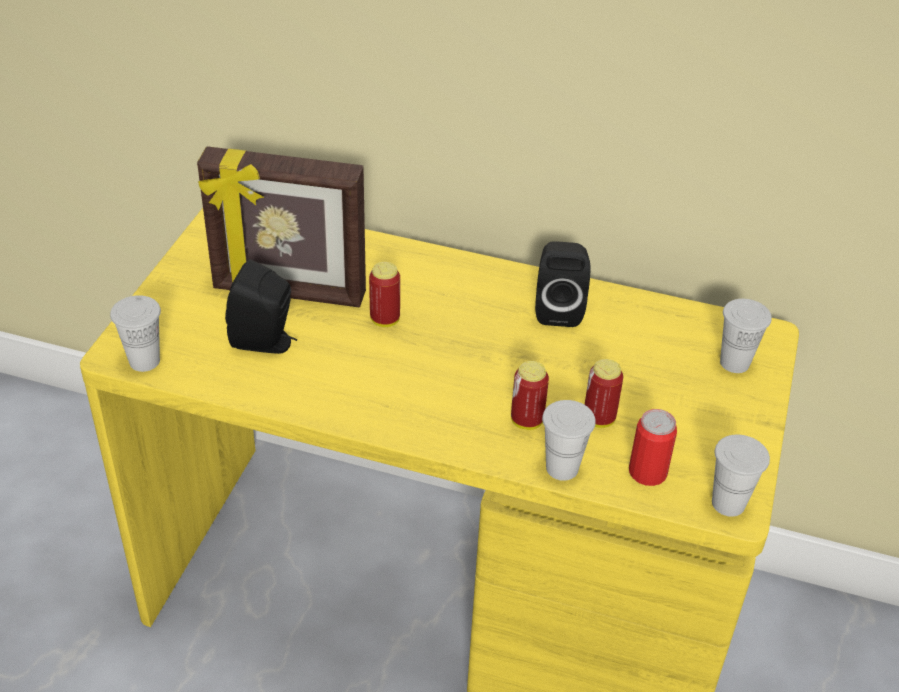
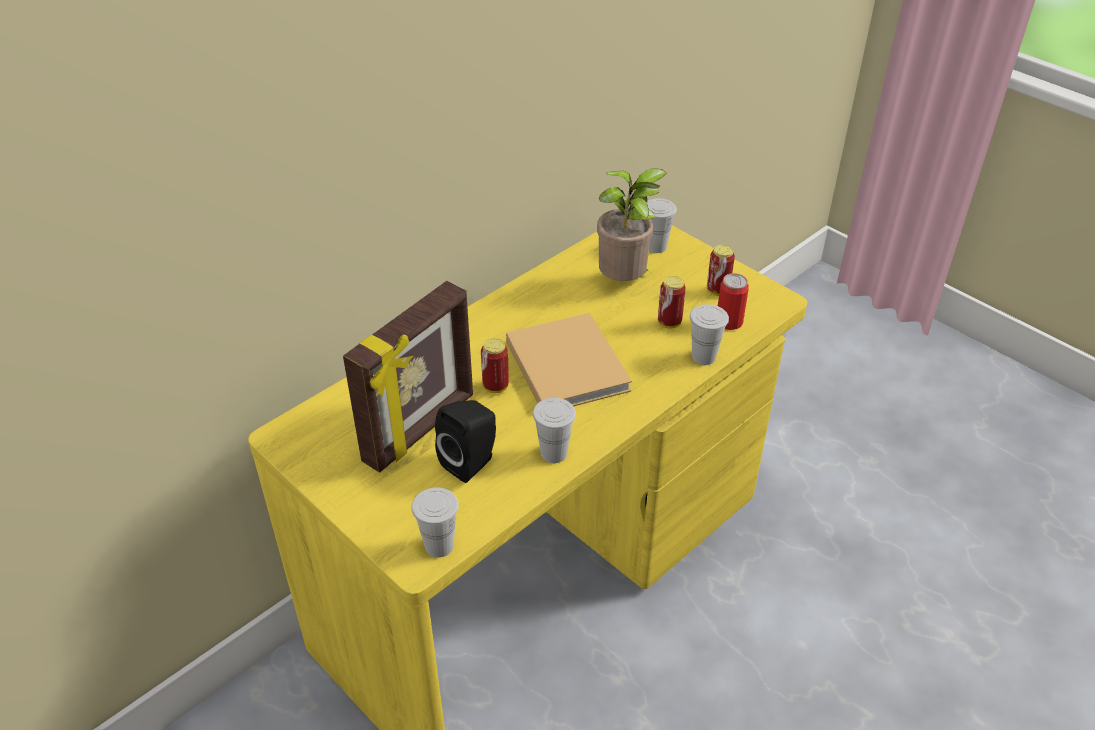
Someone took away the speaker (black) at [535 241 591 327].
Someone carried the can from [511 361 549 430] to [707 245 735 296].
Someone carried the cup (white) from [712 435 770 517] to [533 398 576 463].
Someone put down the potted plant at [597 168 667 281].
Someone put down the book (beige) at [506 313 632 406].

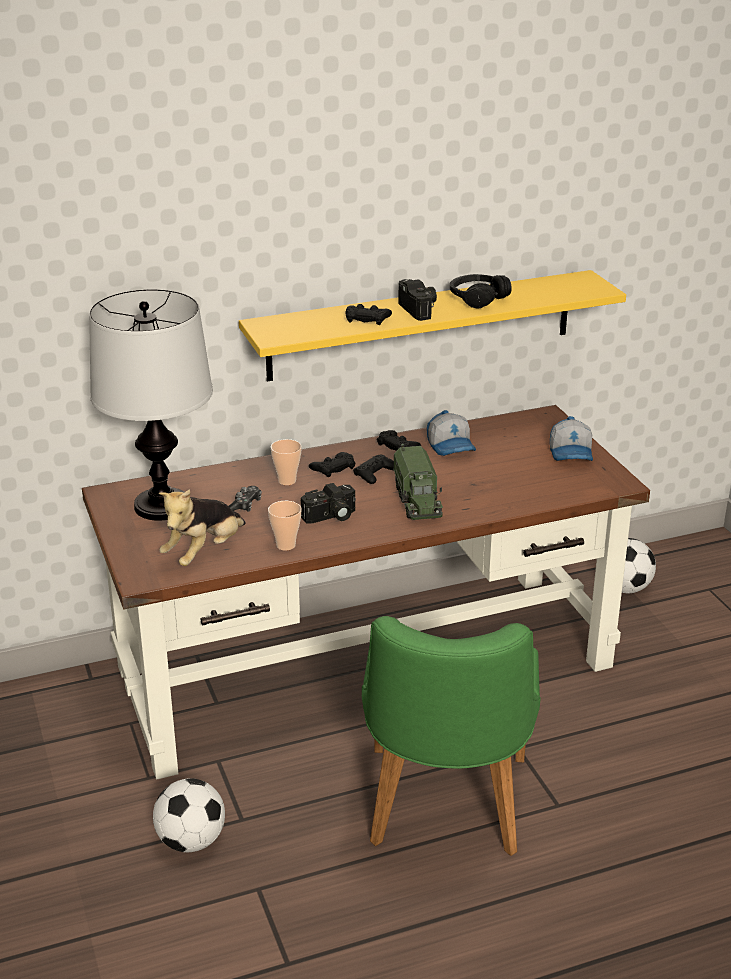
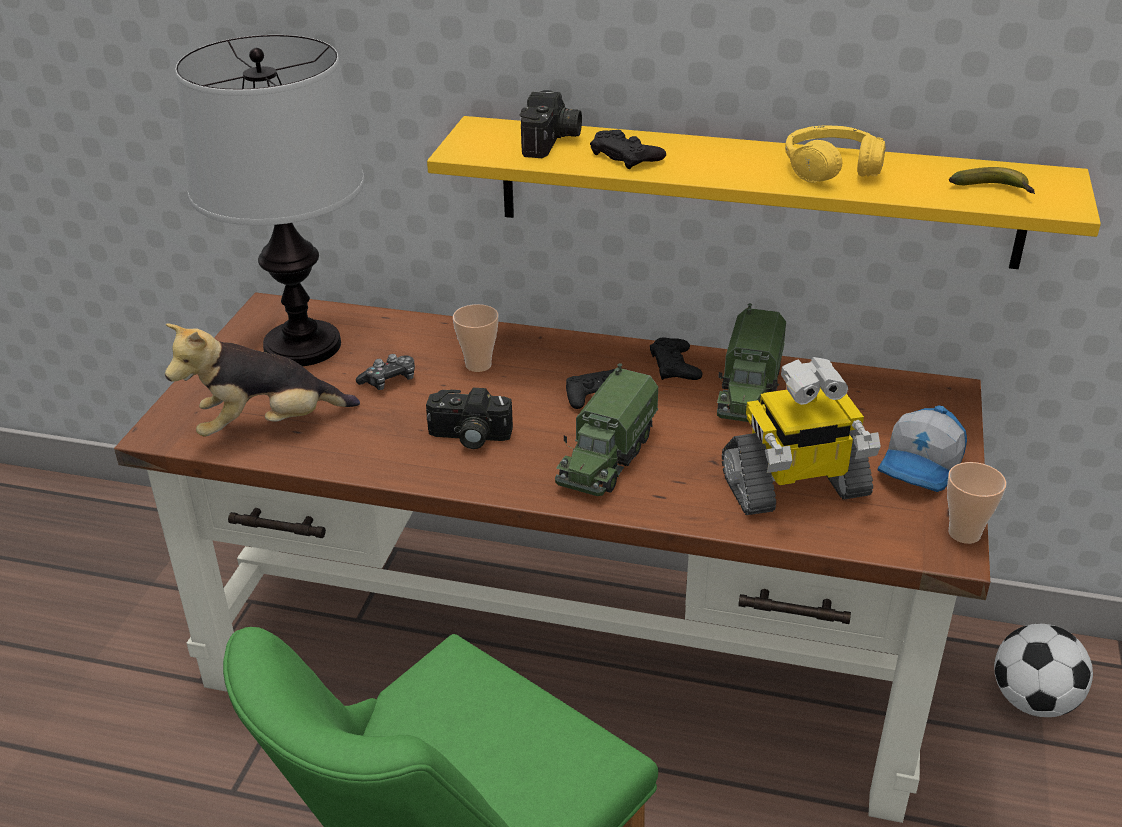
Someone repainted the headphones (black) at [450 274 512 308], which became the headphones (yellow) at [785 125 885 183].
Someone carried the photo camera from [398 279 437 321] to [520 90 582 158].
Someone swapped the cap at [427 410 476 456] for the toy truck at [717 303 786 422].
Someone took away the game controller (black) at [309 452 356 477].
Someone carried the cup from [268 501 302 551] to [947 462 1007 544].
Someone took away the football at [153 778 225 852].
Someone put down the banana at [949 167 1035 194].
Someone put down the toy robot at [722 357 881 515].

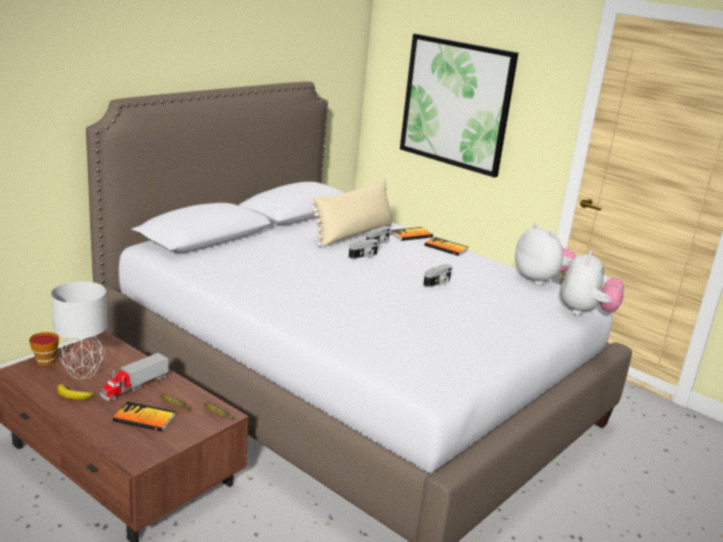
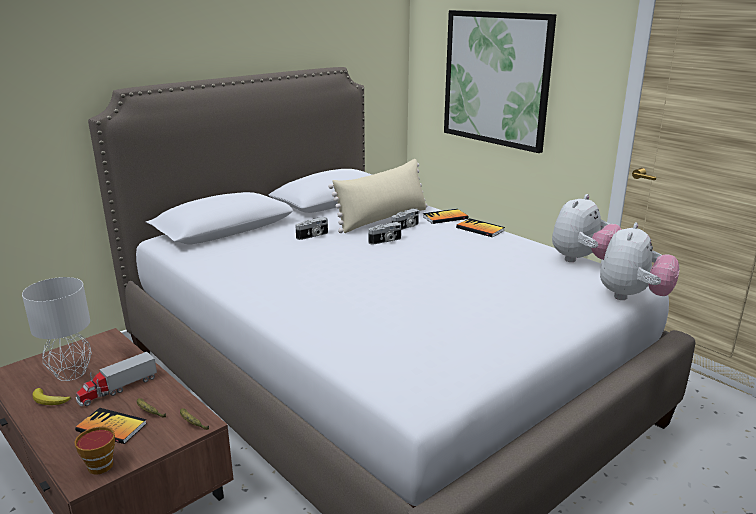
Someone rotated the plush toy at [515 223 575 285] by 60 degrees clockwise.
Someone carried the photo camera from [423 264 453 287] to [295 217 328 240].
Someone carried the cup from [29 332 59 366] to [75 426 115 474].

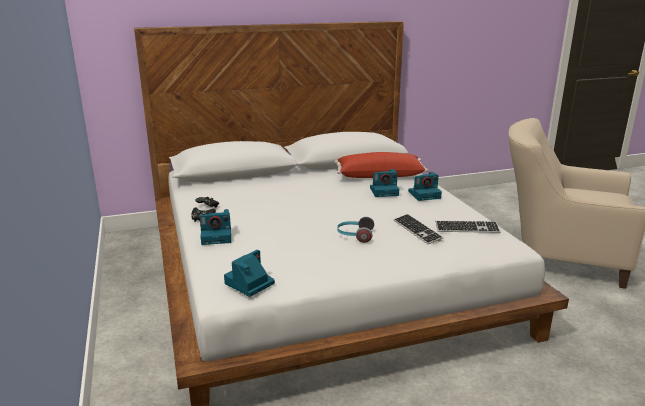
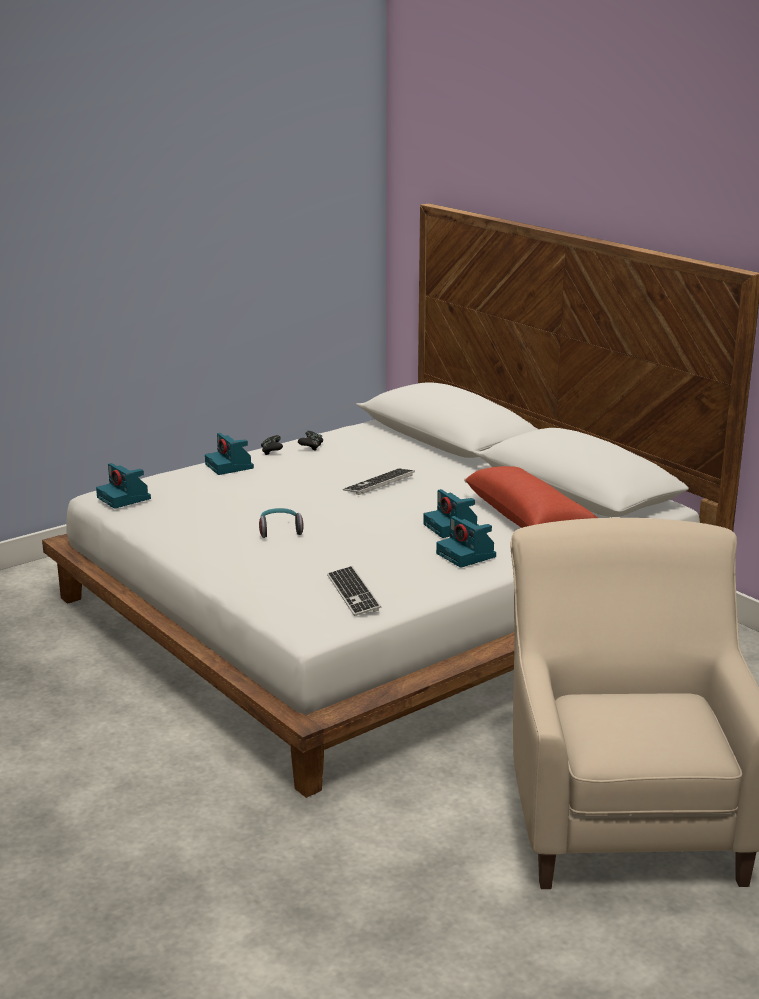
Someone carried the keyboard from [394 214 443 244] to [343 469 415 495].
Someone rotated the photo camera at [224 250 275 297] by 150 degrees counterclockwise.

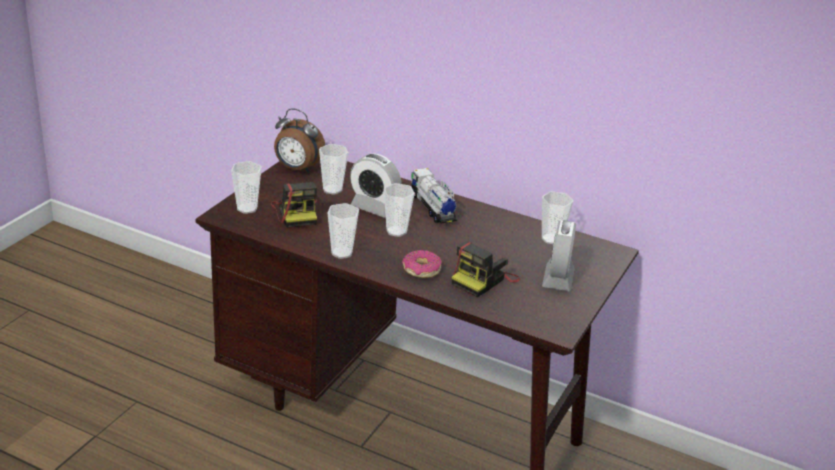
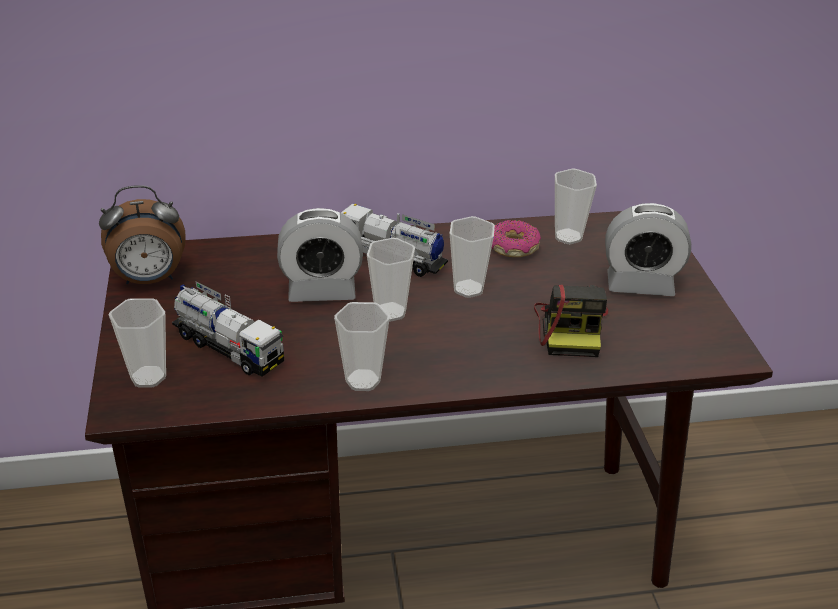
Someone carried the cup from [319 144 348 195] to [450 216 495 298].
Someone swapped the photo camera at [271 182 317 228] for the toy truck at [172 282 284 377].
Someone rotated the alarm clock at [542 220 576 291] by 60 degrees counterclockwise.
Someone carried the donut from [402 250 442 278] to [492 220 541 257].

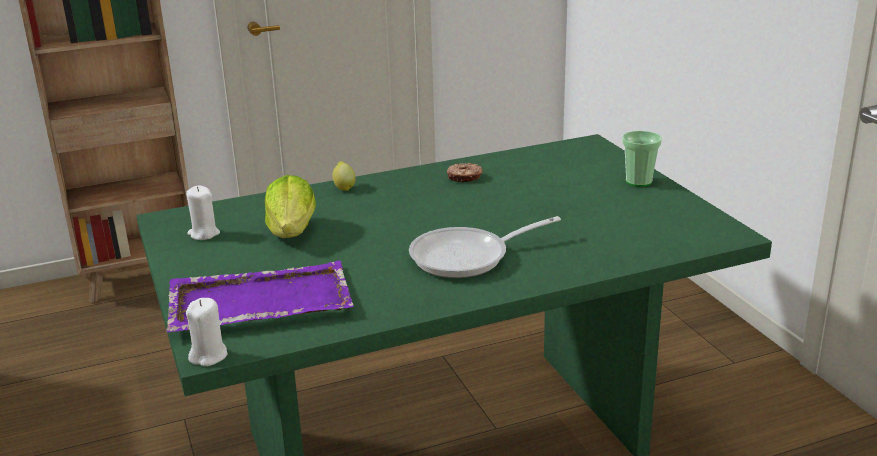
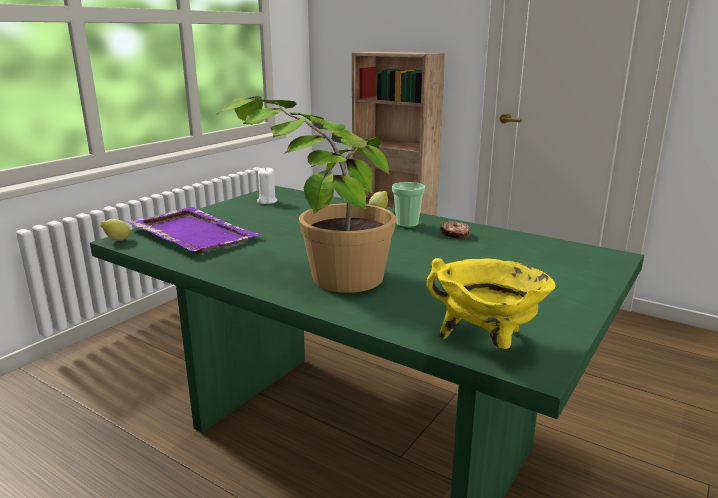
Someone carried the cup from [622 131 662 187] to [392 182 425 228].
Someone took away the lettuce at [265 175 316 238].
Someone swapped the frying pan at [409 216 561 278] for the potted plant at [217 96 396 293].
Someone swapped the candle (white) at [186 298 228 366] for the lemon at [100 219 130 241].
Someone put down the cooking pot (yellow) at [427 258 556 349].

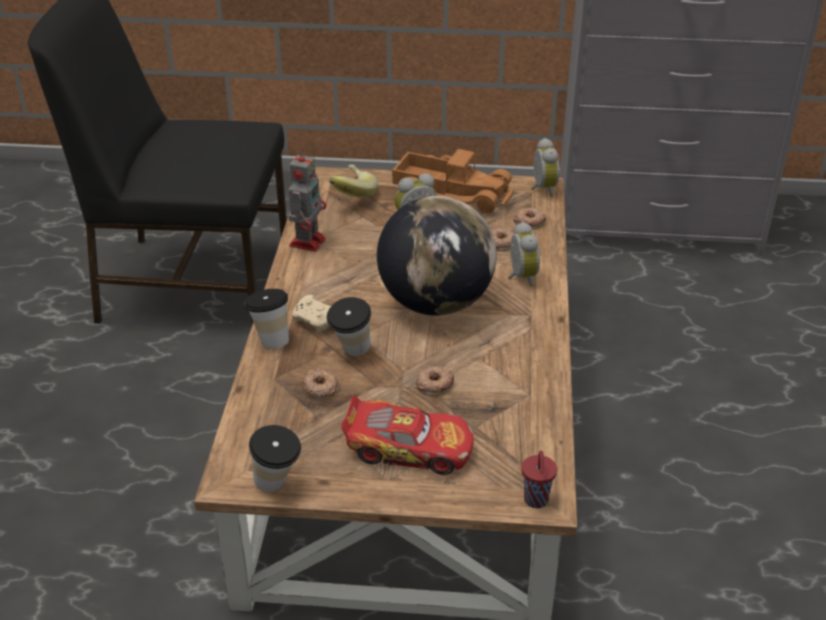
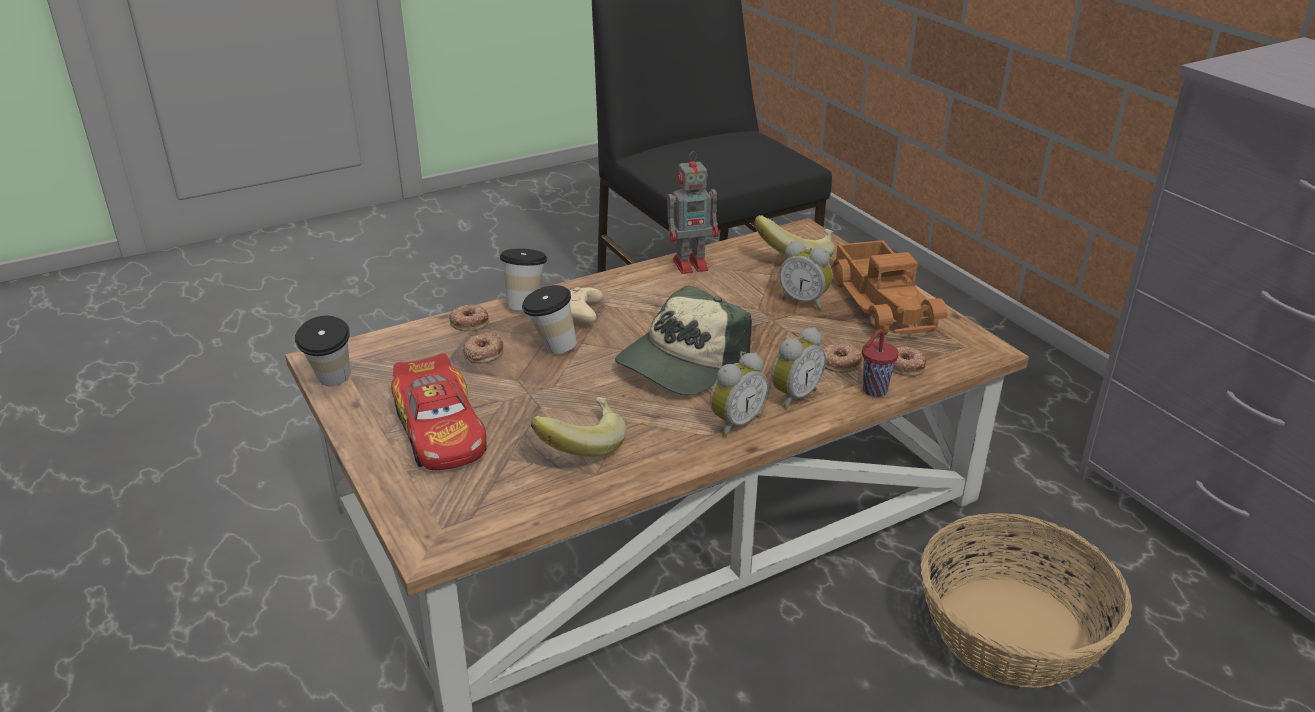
Someone carried the alarm clock from [531 138 560 196] to [710 353 768 437].
Someone swapped the globe at [377 196 497 316] for the cap at [615 286 752 395].
Someone carried the donut from [416 366 454 396] to [449 305 489 331].
Someone carried the cup (red) from [521 451 557 508] to [862 329 899 397].
Someone put down the banana at [531 397 627 457].
Someone put down the basket at [921 513 1132 688].

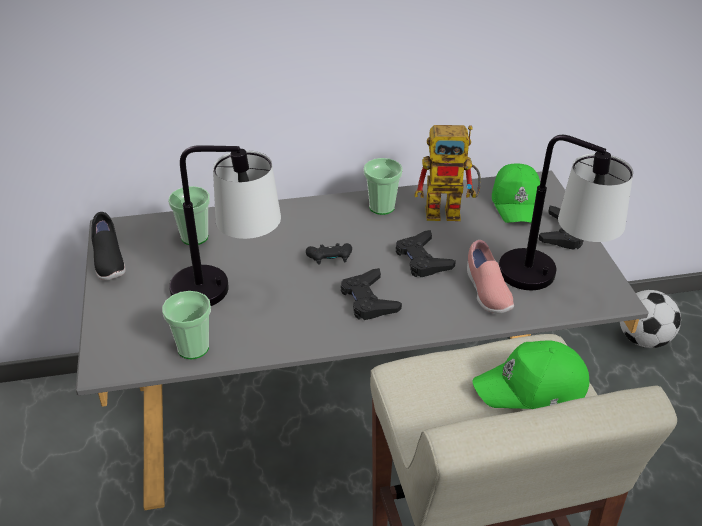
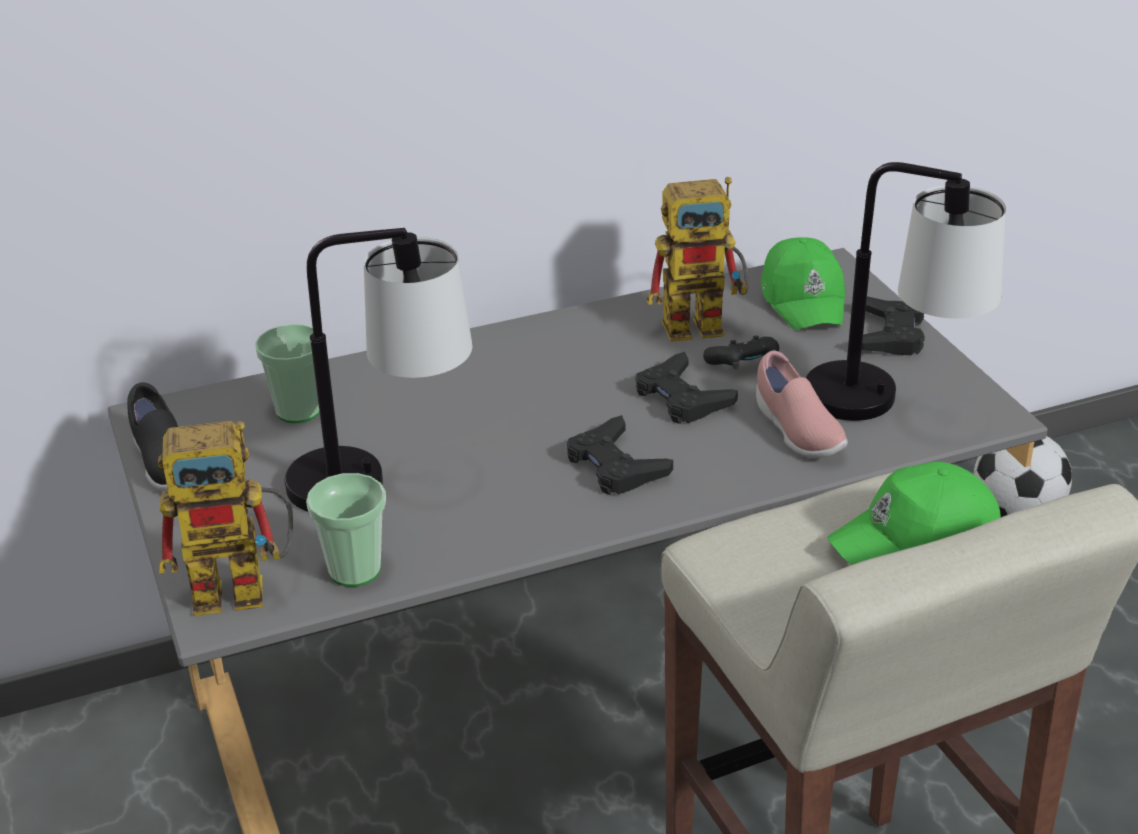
Someone took away the cup at [364 158 403 215].
Someone carried the game controller (black) from [306 243 352 265] to [703 336 779 370].
Someone put down the toy robot at [158 421 293 616].

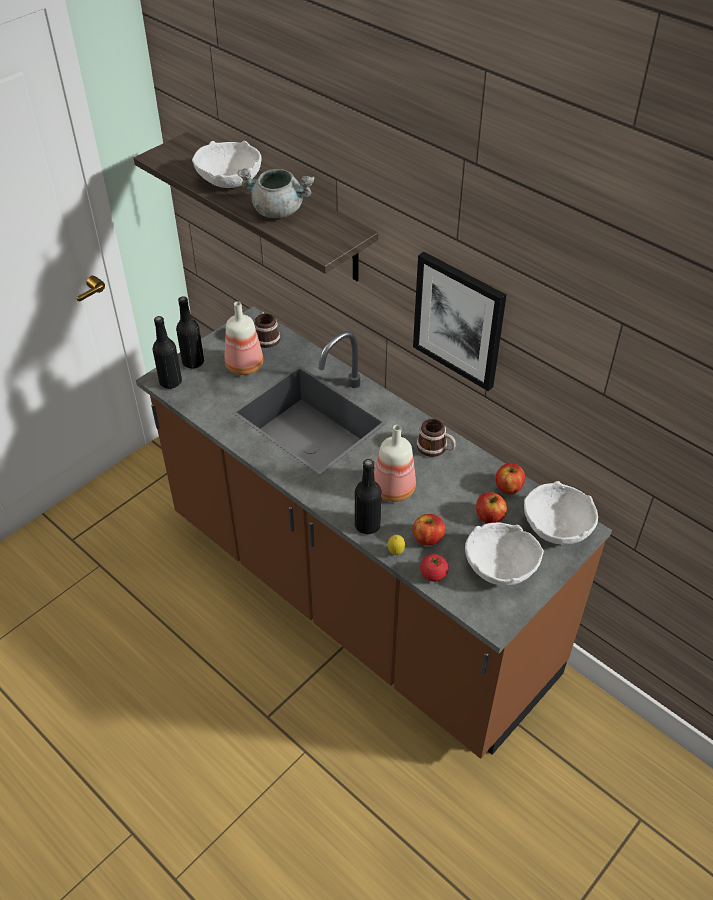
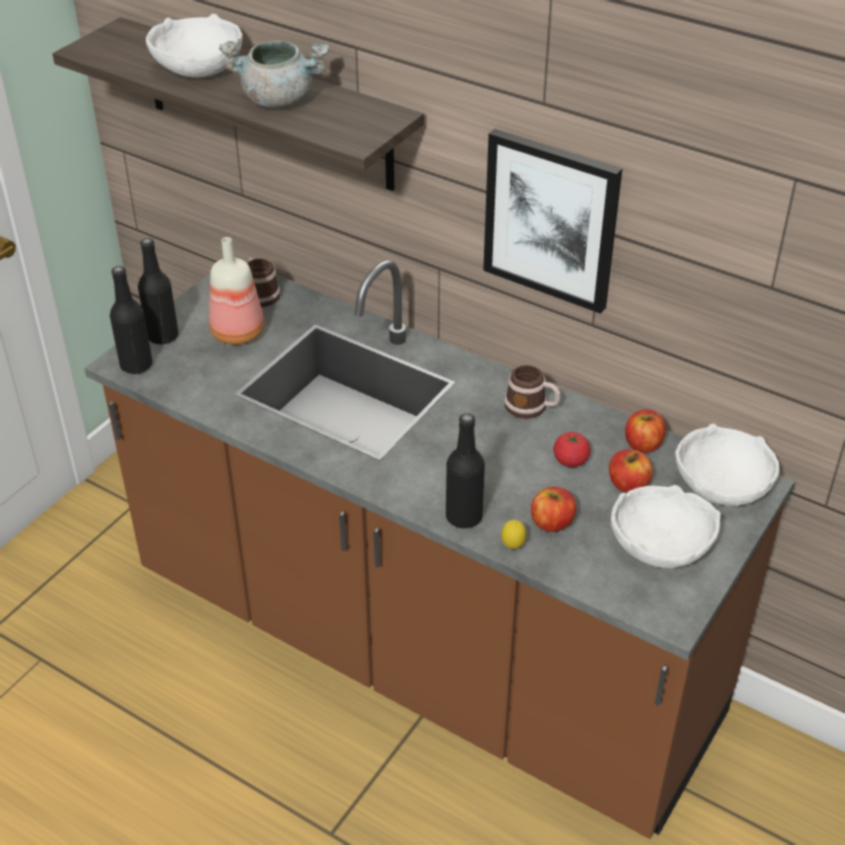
Someone took away the bottle at [374 425 416 502].
Someone carried the tomato from [420 554 449 582] to [553 432 591 467].

